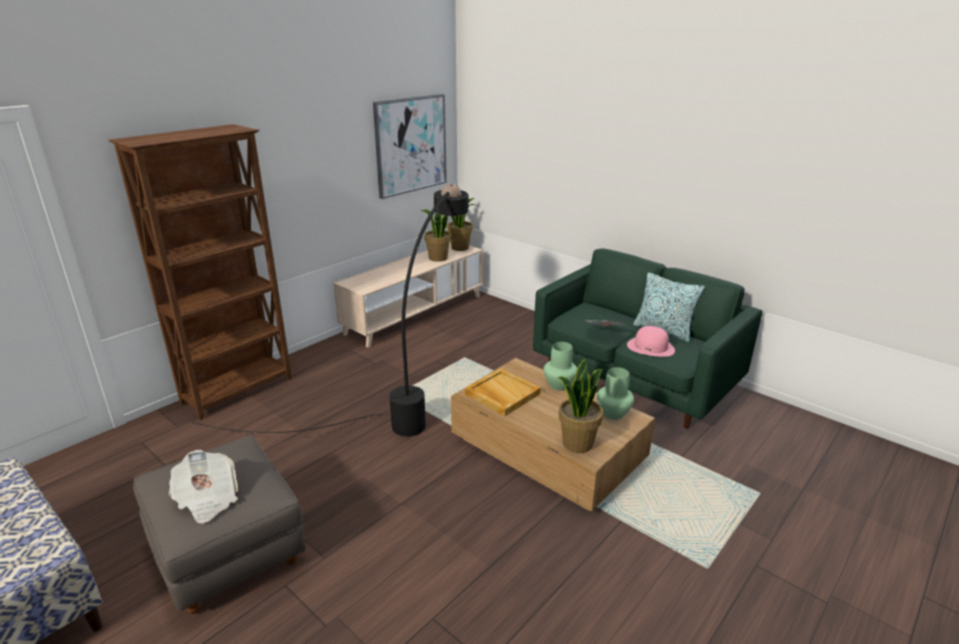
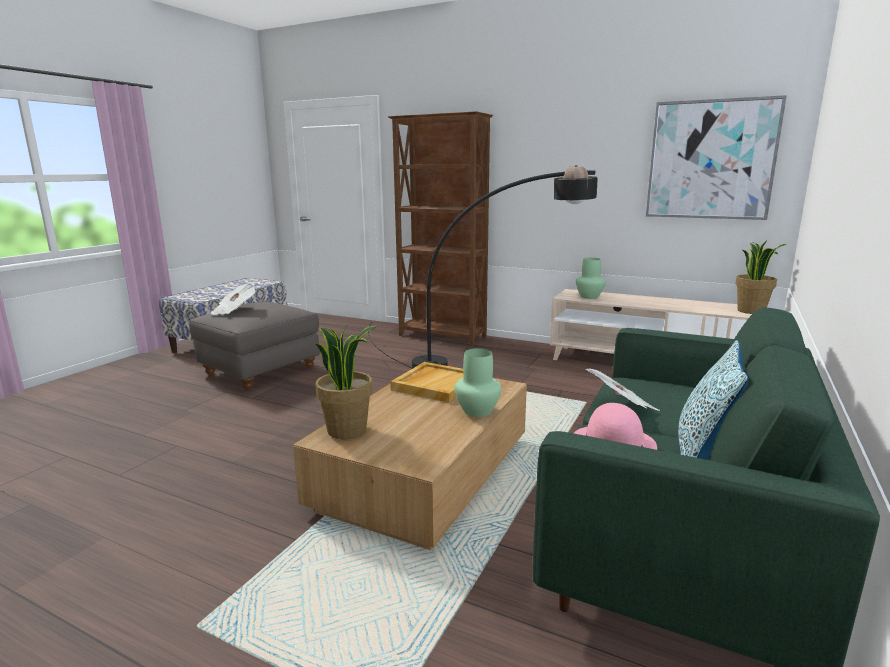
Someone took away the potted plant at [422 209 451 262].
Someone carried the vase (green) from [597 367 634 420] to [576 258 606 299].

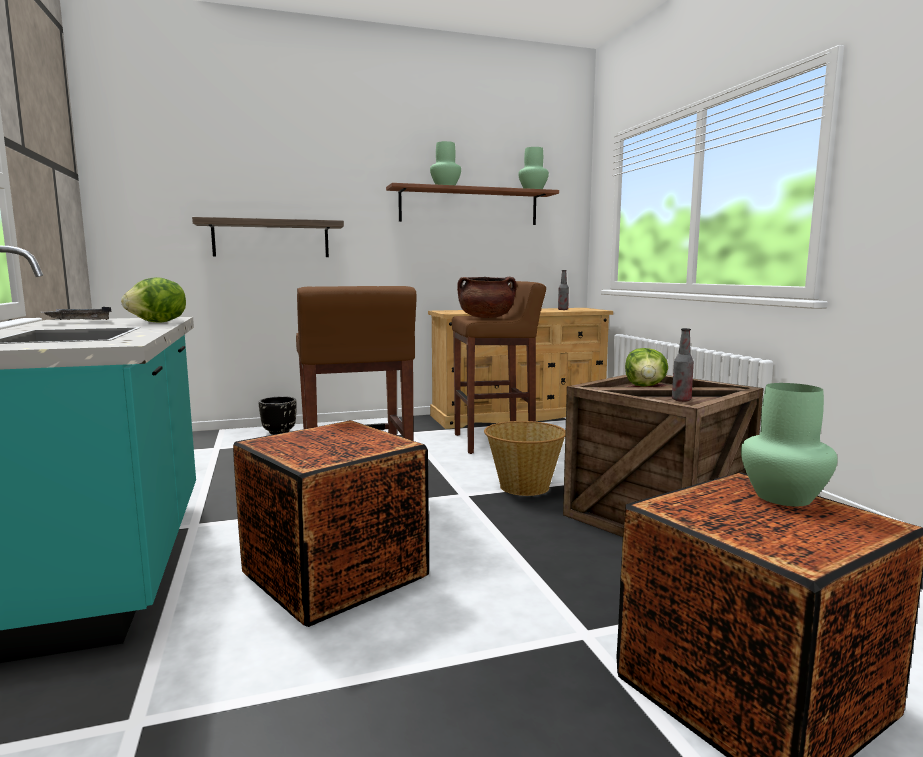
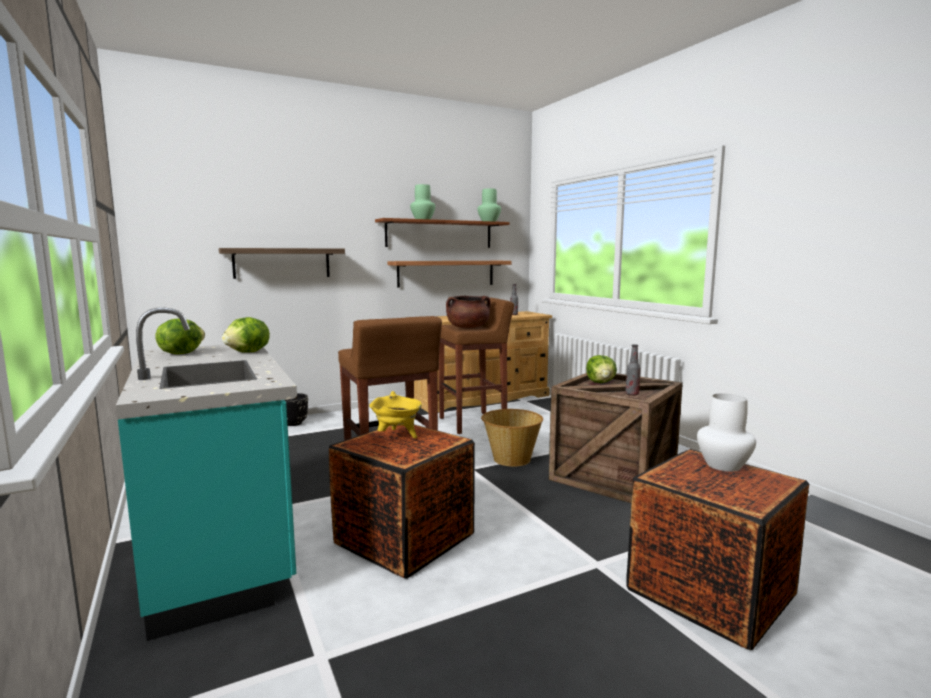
Someone swapped the tray (grey) at [40 307 112 320] for the lettuce at [155 318 205 355].
Someone repainted the vase (green) at [741 383 838 506], which became the vase (white) at [697 393 756 472].
Someone put up the shelf at [387 261 511 288].
Someone put down the cooking pot (yellow) at [369 391 422 438].

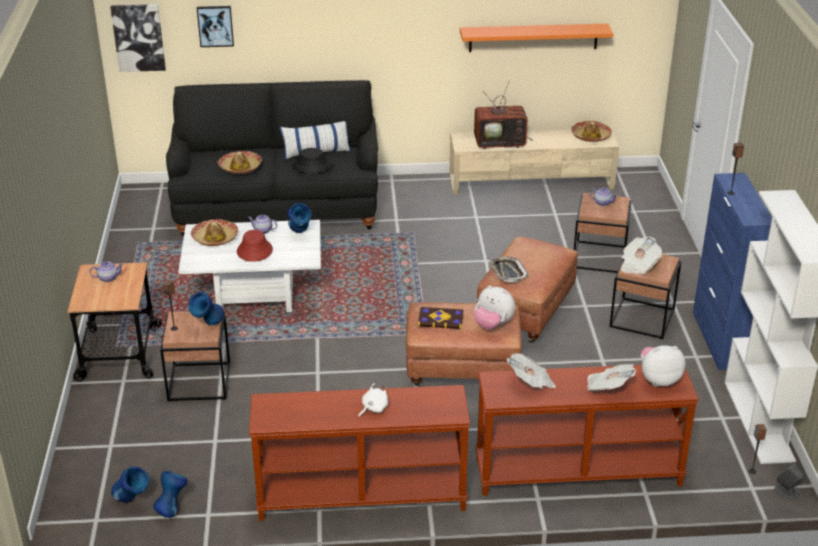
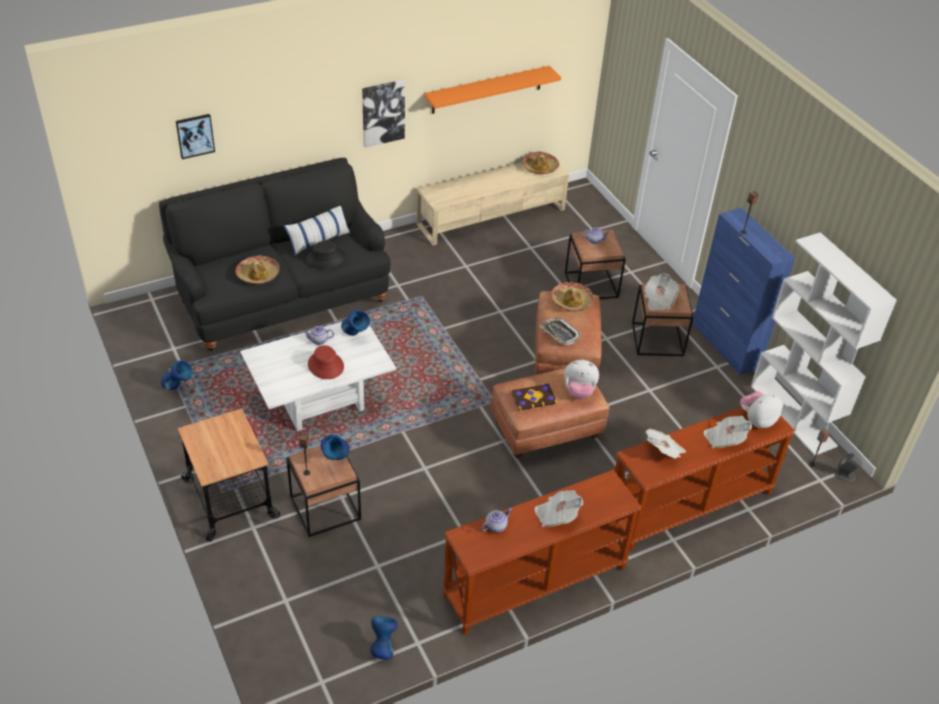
Someone carried the picture from [110 4 166 72] to [362 80 405 148].
Someone took away the television at [474 82 533 149].
Someone carried the hat from [191 219 238 246] to [551 282 594 312].
Someone carried the teapot from [90 261 123 282] to [482 508 512 533].
Someone swapped the plush toy (white) at [358 383 388 417] for the newspaper at [534 490 583 527].
Someone carried the vase (blue) from [111 467 150 502] to [161 361 192 390].

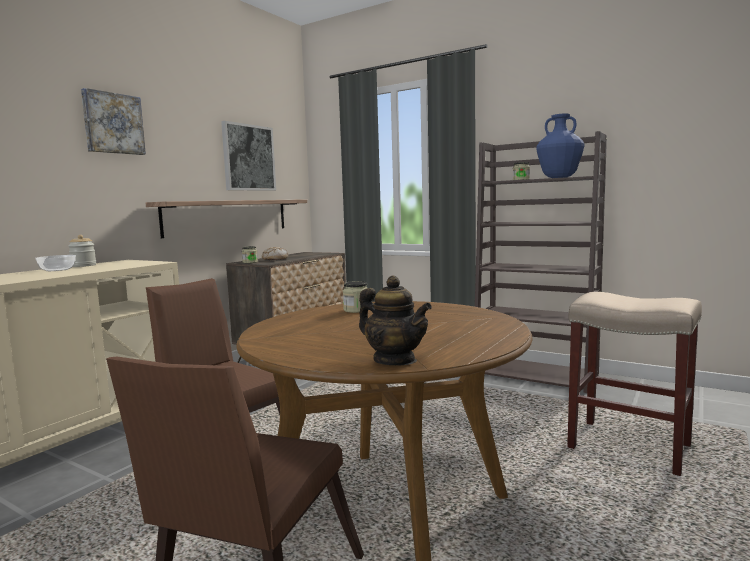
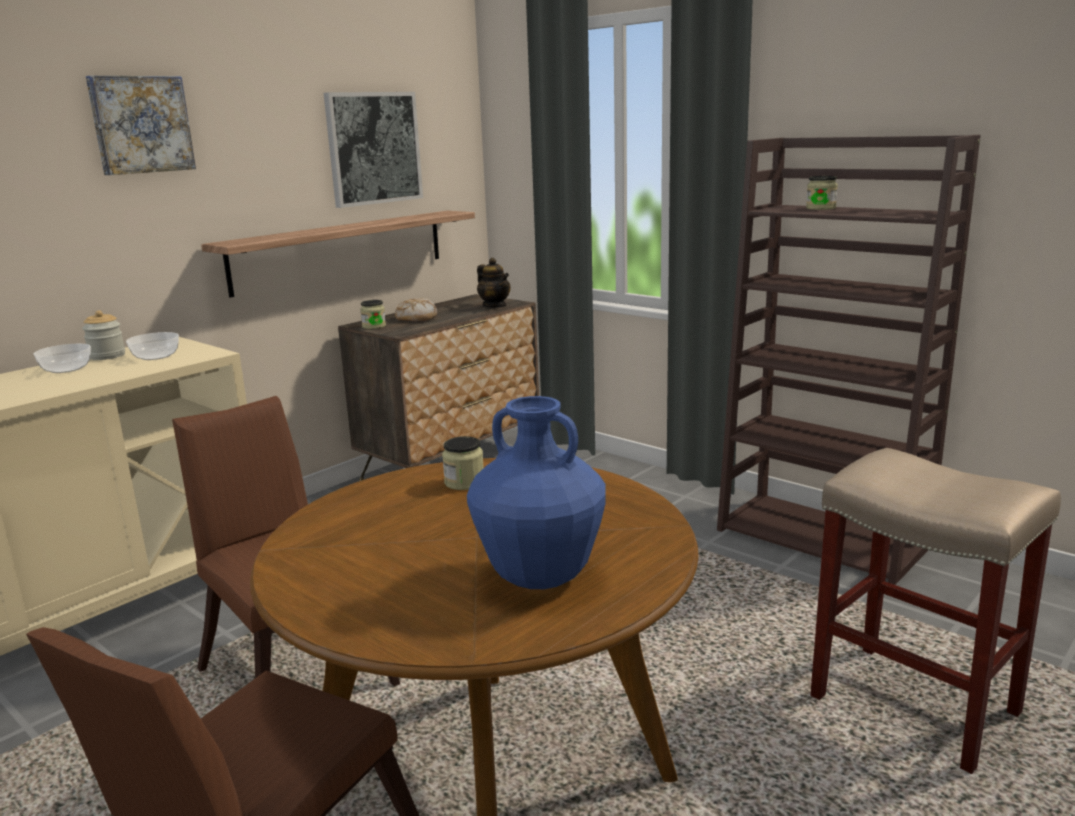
Someone carried the vase (blue) from [537 114 584 178] to [467 396 606 589].
Someone carried the teapot from [359 276 432 365] to [477 258 511 308].
Someone put down the bowl at [126 332 179 360].

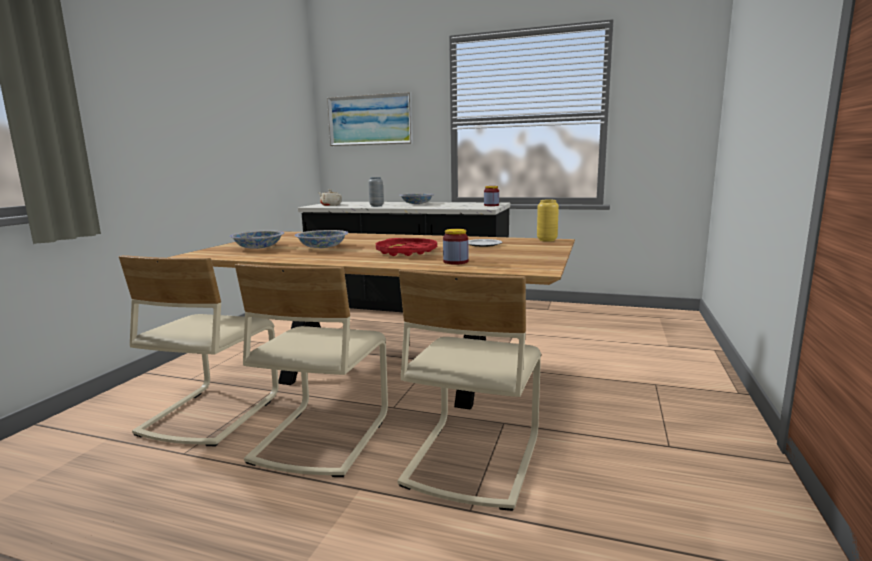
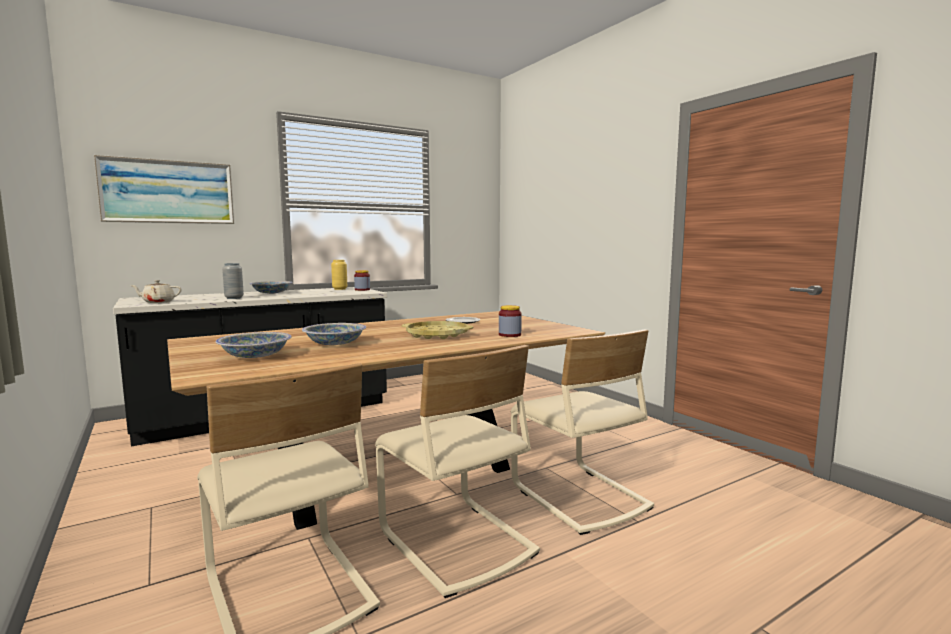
Someone carried the vase (yellow) from [537 200 559 242] to [331 260 347 290].
Someone repainted the tray (red) at [376 238 437 256], which became the tray (yellow) at [402 321 474 339].

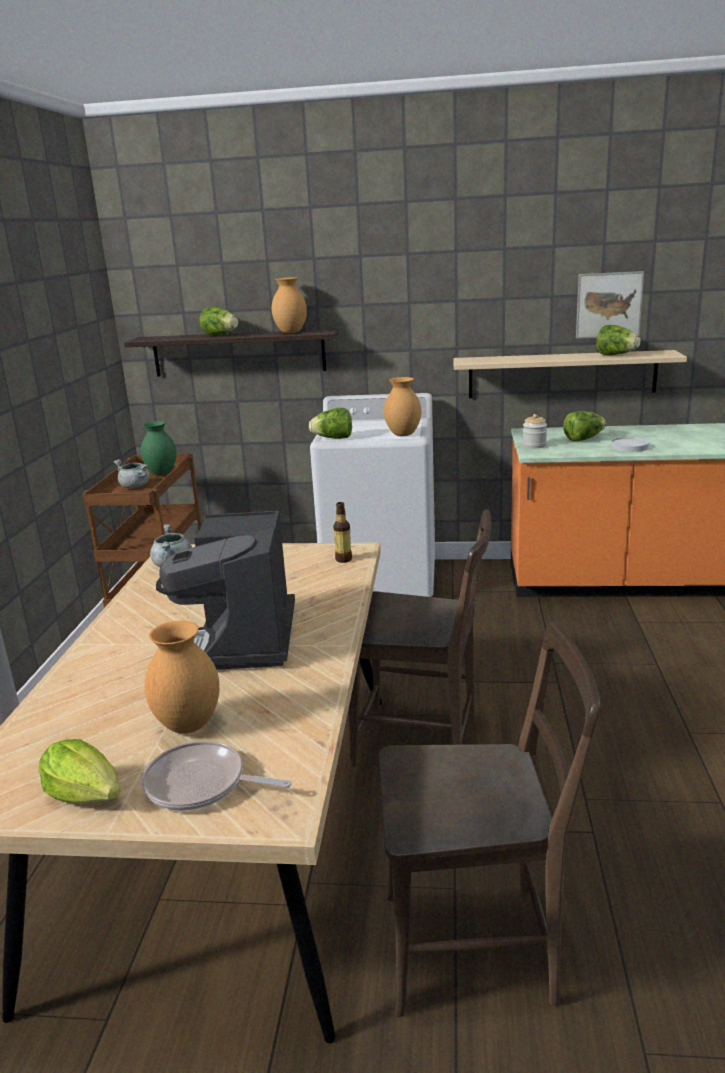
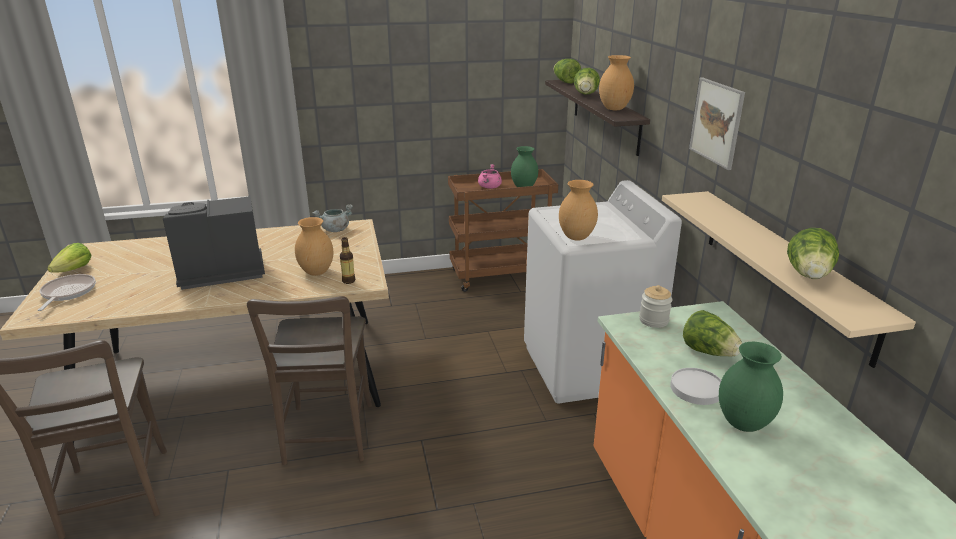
Someone carried the picture from [576 271 644 339] to [689 78 745 170].
Someone carried the lettuce from [309 408 352 439] to [554 59 581 83].
Someone repainted the cooking pot (grey) at [113 459 150 488], which became the cooking pot (pink) at [478 164 502 189].
Someone carried the vase (brown) from [145 620 220 734] to [295 217 334 276].
Someone put down the vase (green) at [719 342 783 432].

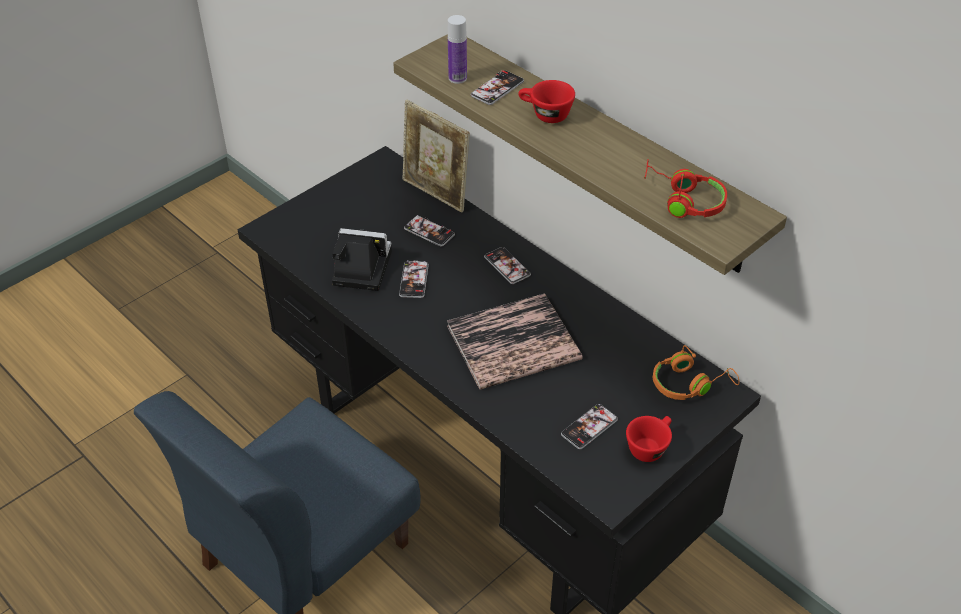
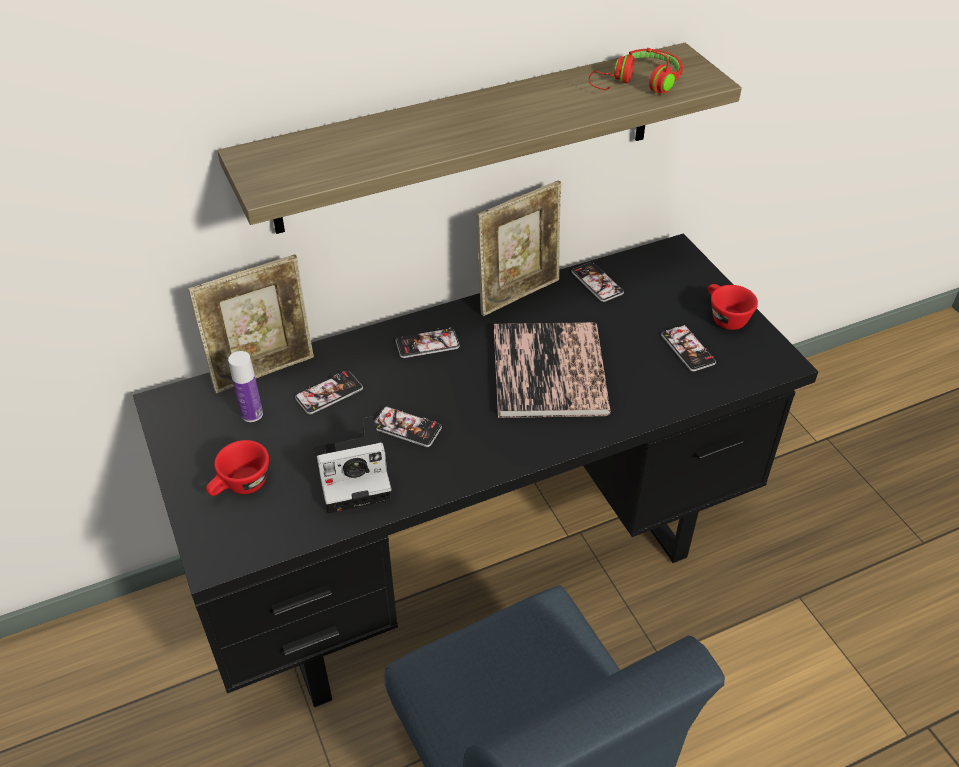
Someone carried the bottle from [448 15 467 84] to [228 351 263 422].
Someone carried the phone from [471 70 524 105] to [571 262 624 302].
Someone carried the cup (red) from [518 80 575 123] to [206 440 269 496].
Someone rotated the photo camera at [332 228 392 291] by 135 degrees counterclockwise.
Someone took away the headphones (orange) at [653 345 739 400].
Someone put down the picture frame at [477 181 561 316].

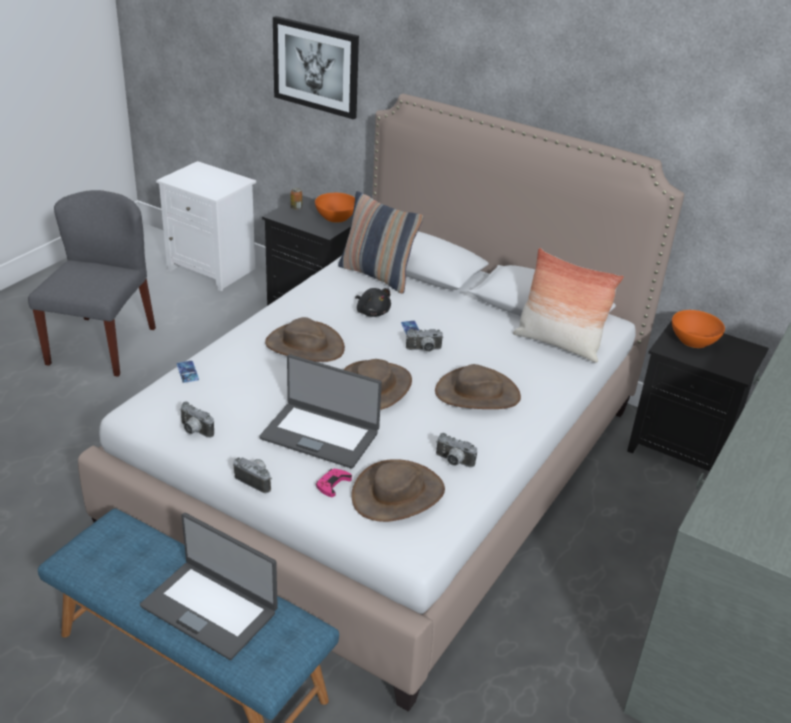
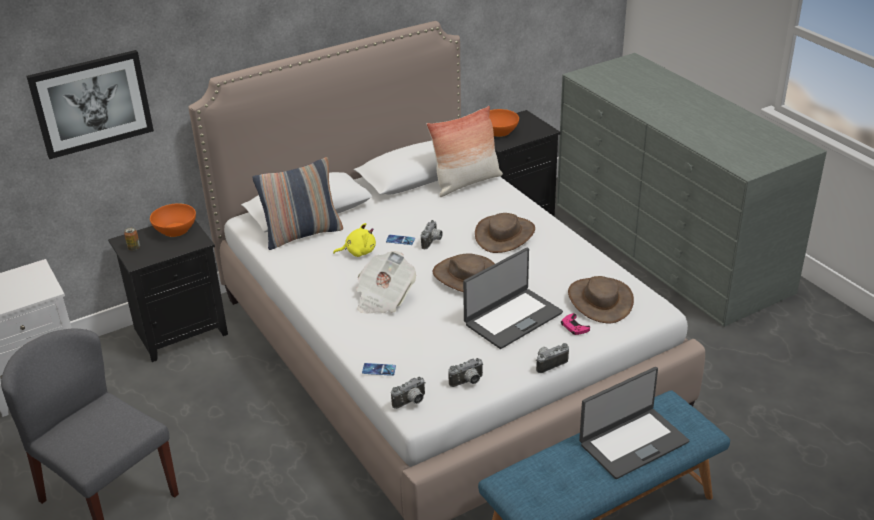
Someone repainted the plush toy (black) at [355 288 391 317], which became the plush toy (yellow) at [333 223 376 257].
Someone swapped the hat (brown) at [265 317 345 362] for the newspaper at [356 251 416 314].
Someone carried the photo camera from [436 433 477 467] to [391 377 425 409].

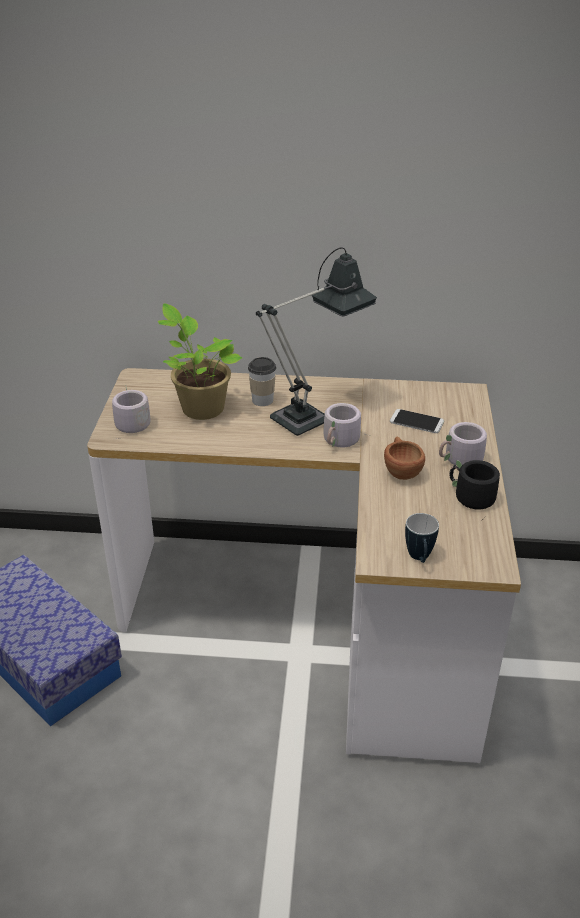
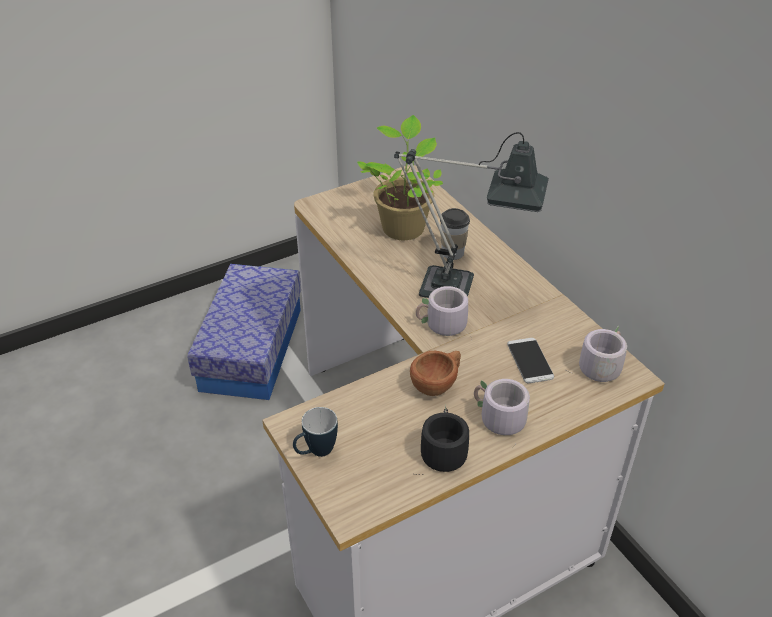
Someone carried the mug (grey) from [112 387 151 439] to [566 326 627 382].

